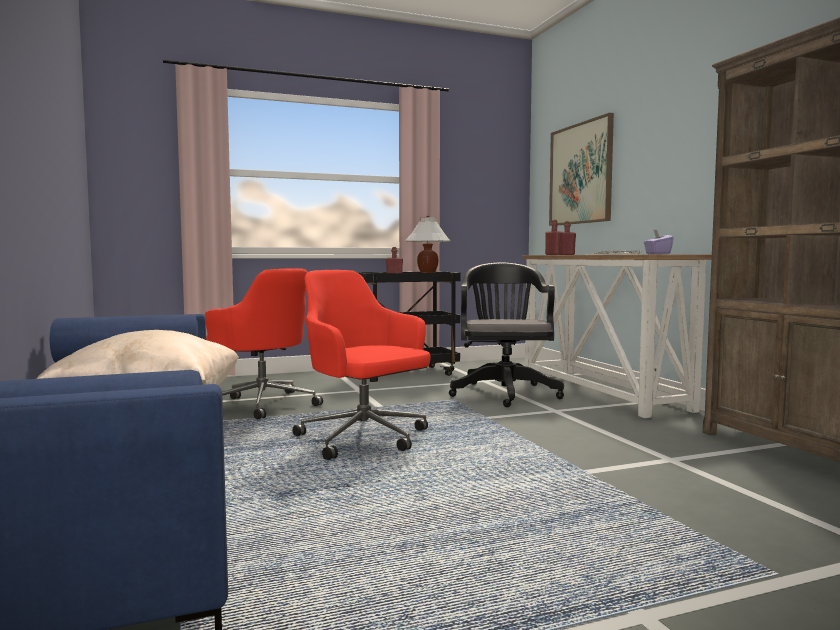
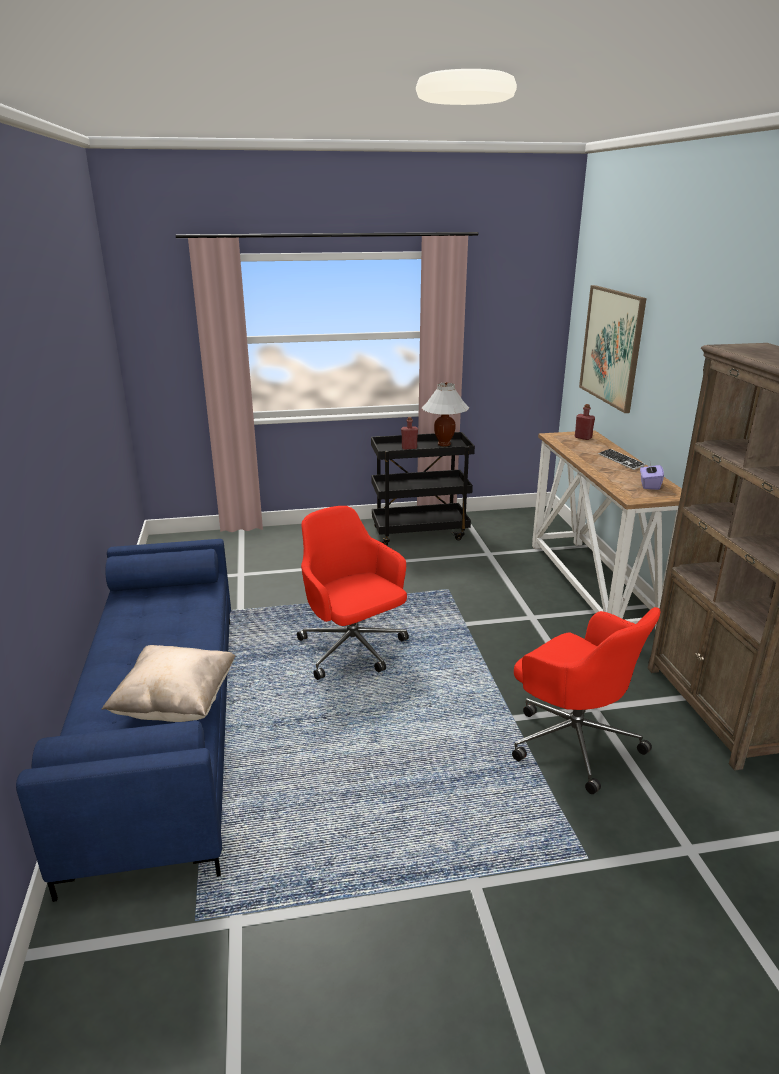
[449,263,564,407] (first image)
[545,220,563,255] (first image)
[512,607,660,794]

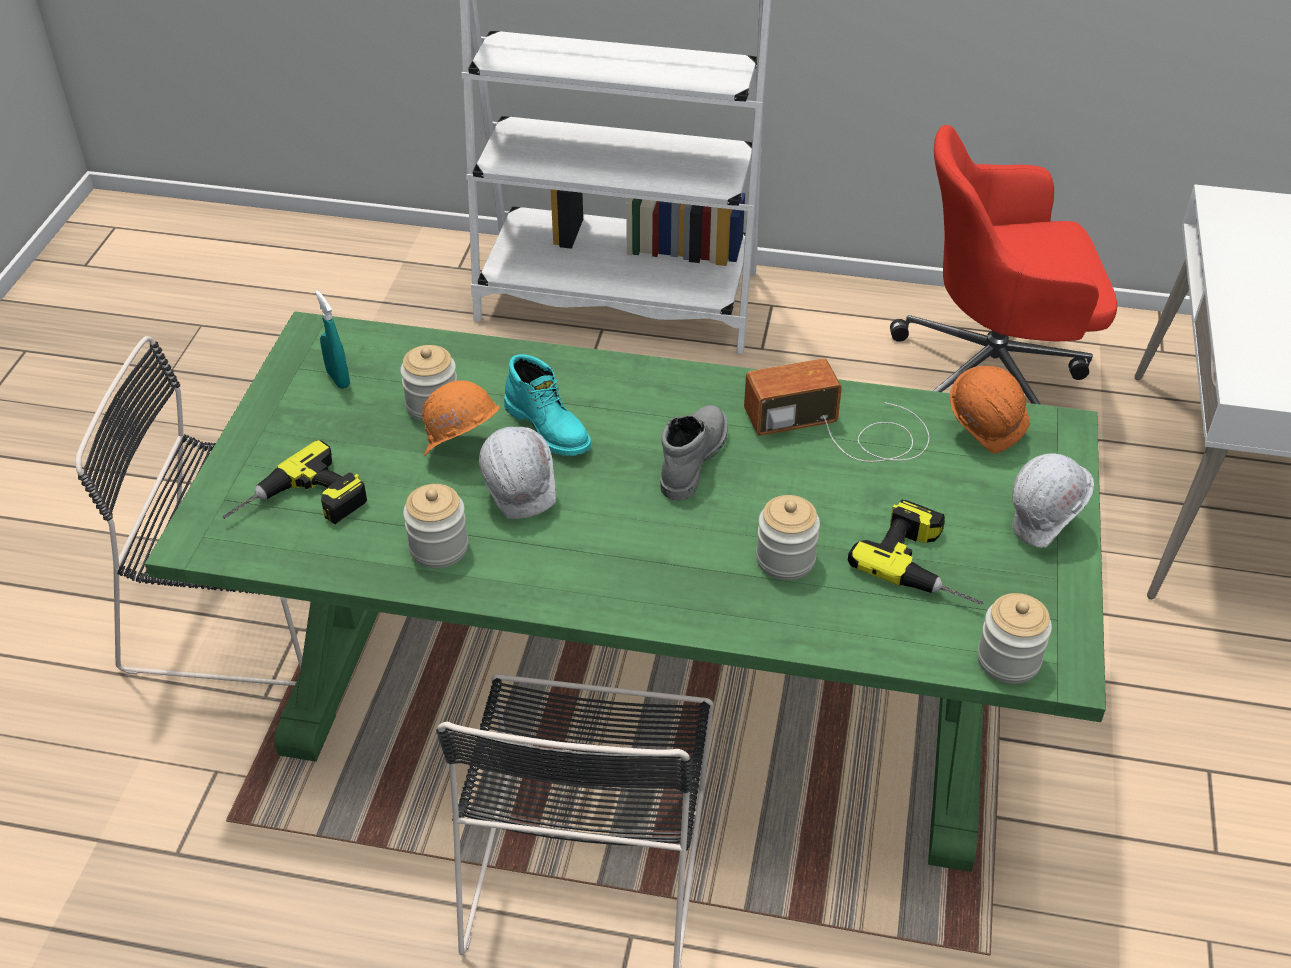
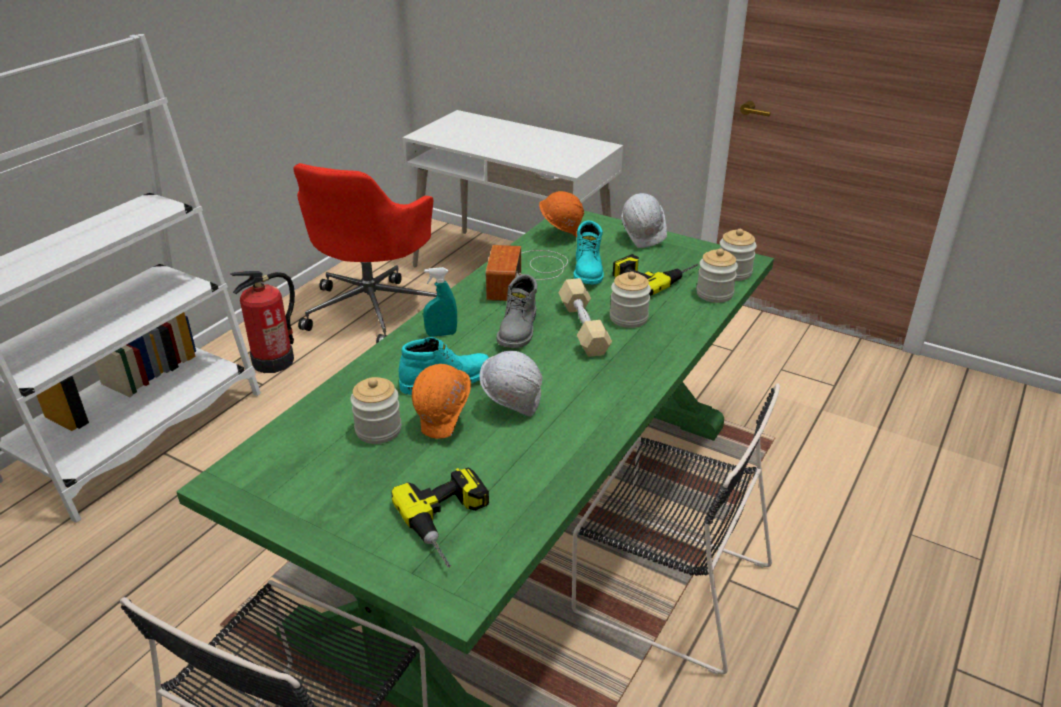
[230,271,295,373]
[558,278,612,357]
[573,220,604,285]
[423,267,457,337]
[696,249,738,303]
[496,274,537,348]

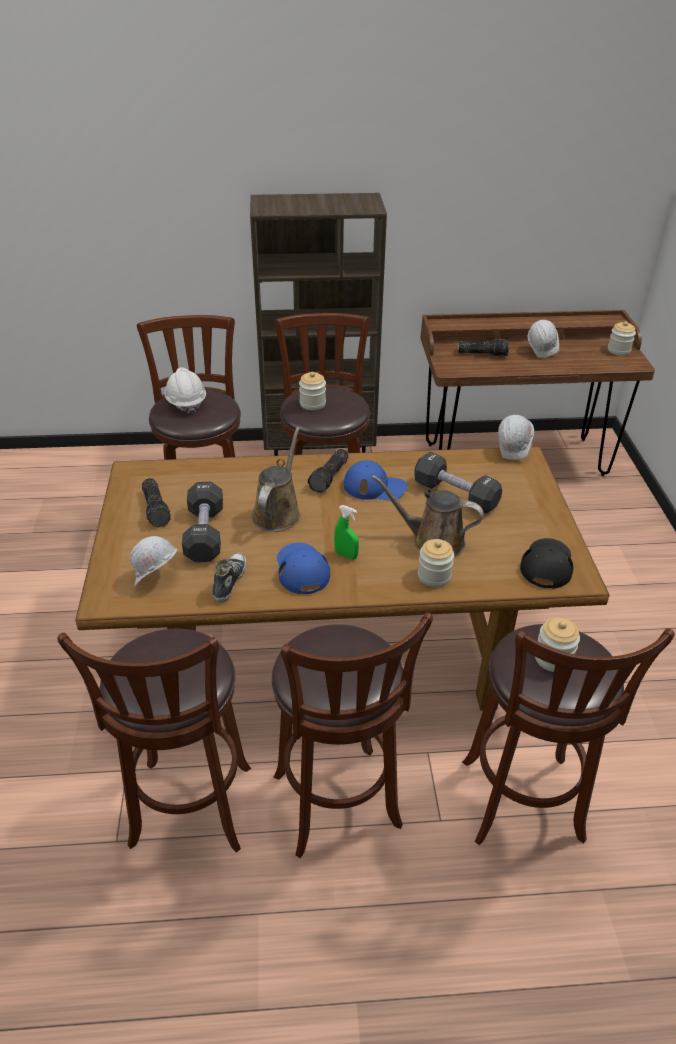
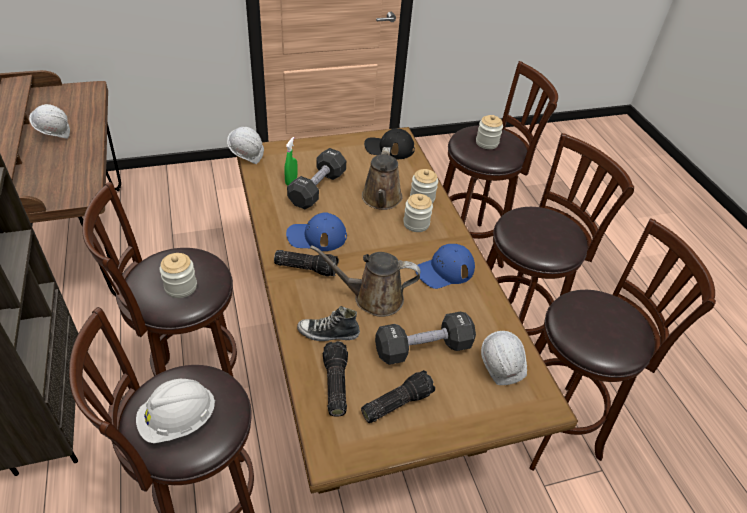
[297,306,360,341]
[284,137,298,186]
[323,341,348,417]
[403,194,433,232]
[286,212,347,251]

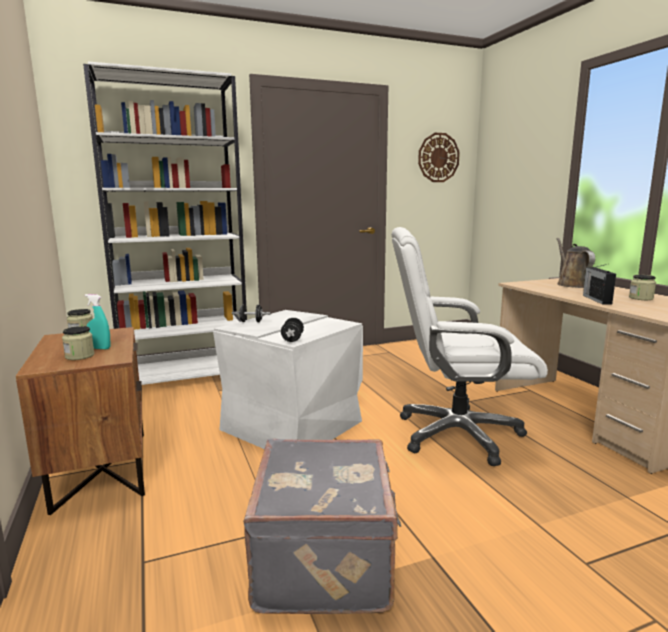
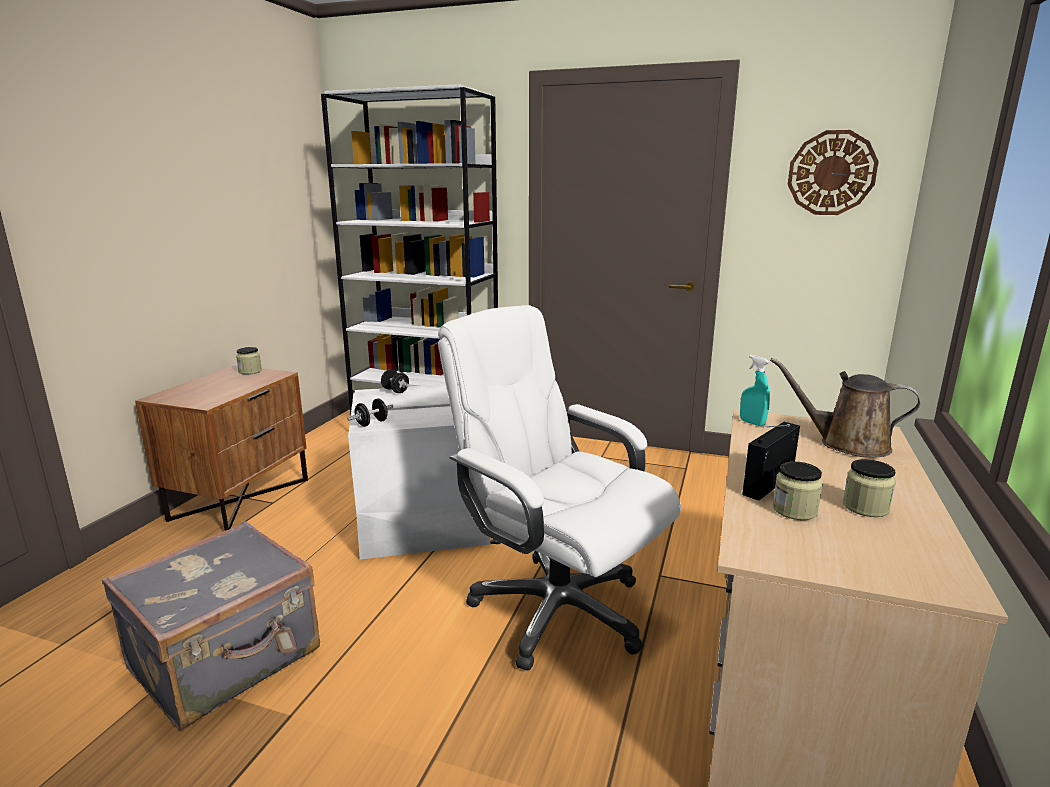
[772,462,823,520]
[740,355,770,427]
[770,358,921,458]

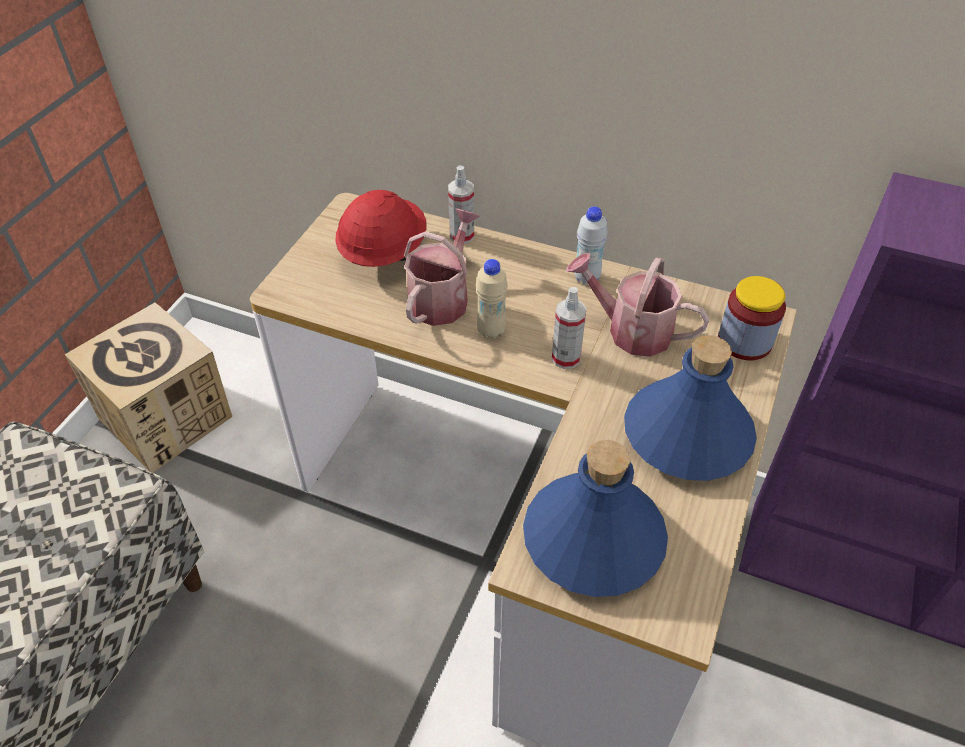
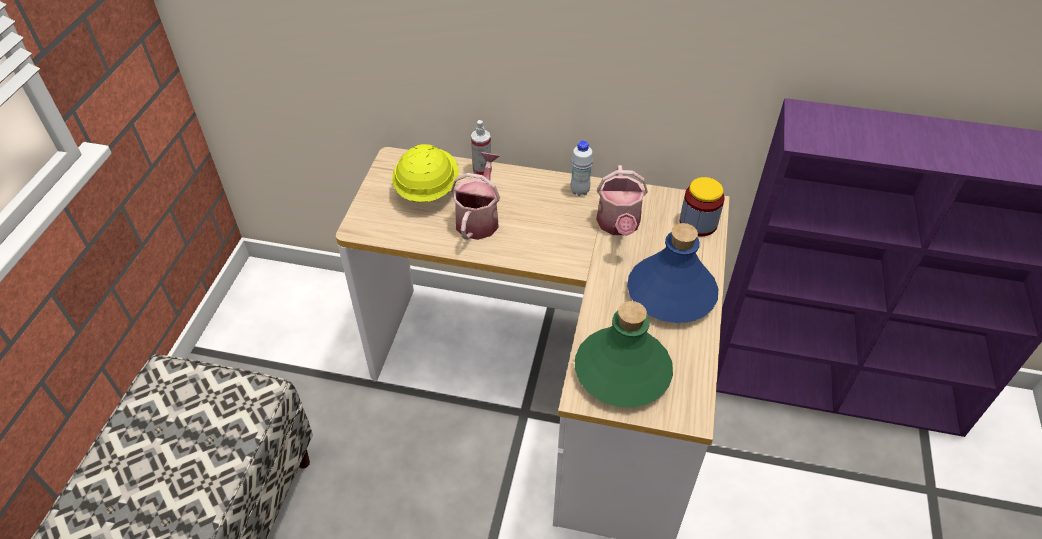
[65,302,232,473] (first image)
[476,259,508,339] (first image)
[552,287,587,369] (first image)
[392,144,459,202]
[575,301,673,408]
[596,165,648,236]

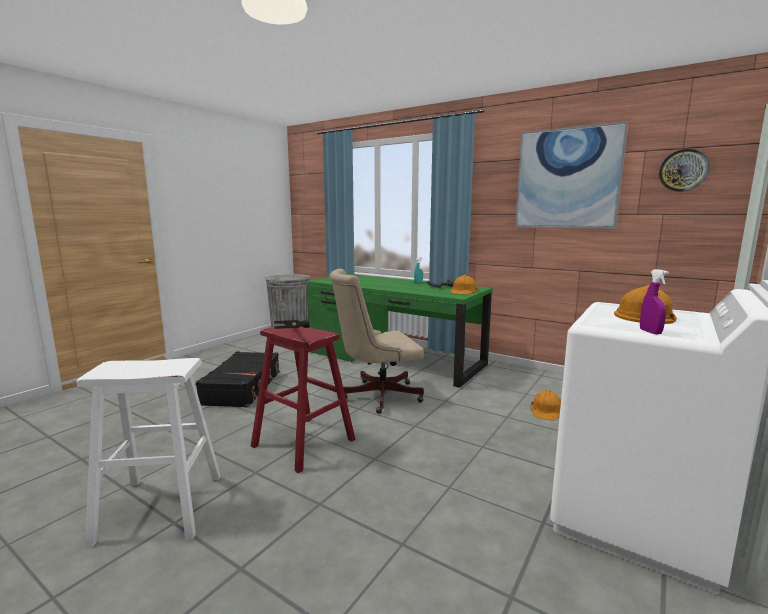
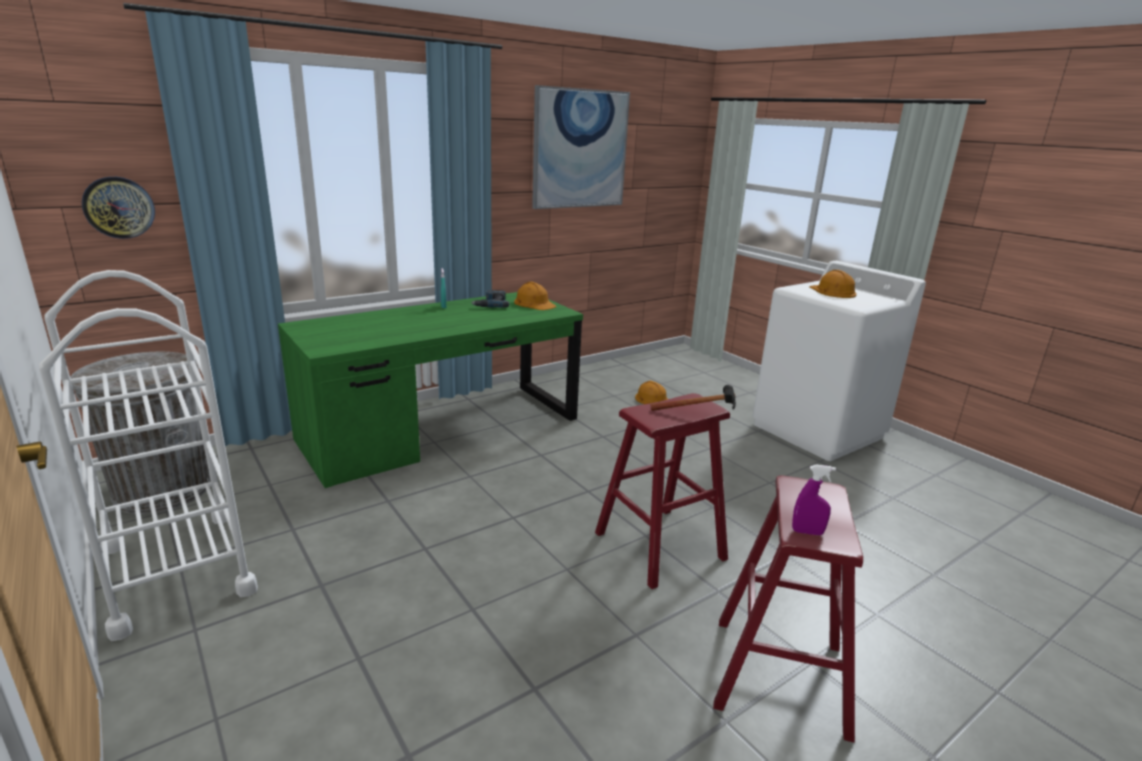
[196,352,281,408] (first image)
[330,269,424,414] (first image)
[39,270,258,641]
[792,465,836,535]
[82,177,155,239]
[713,475,863,743]

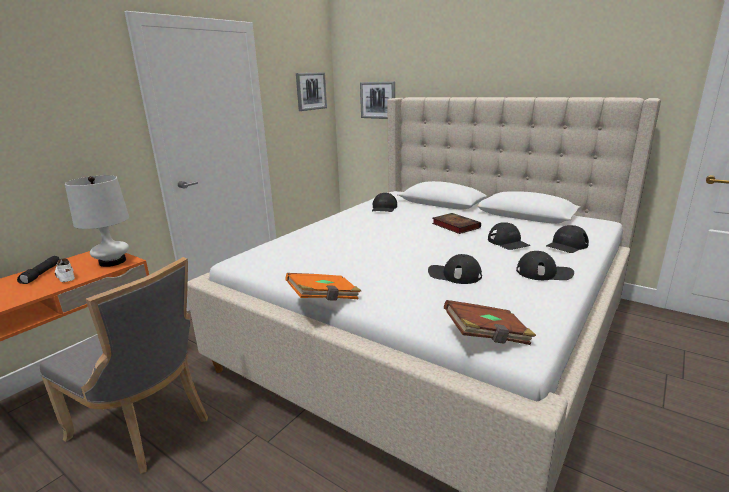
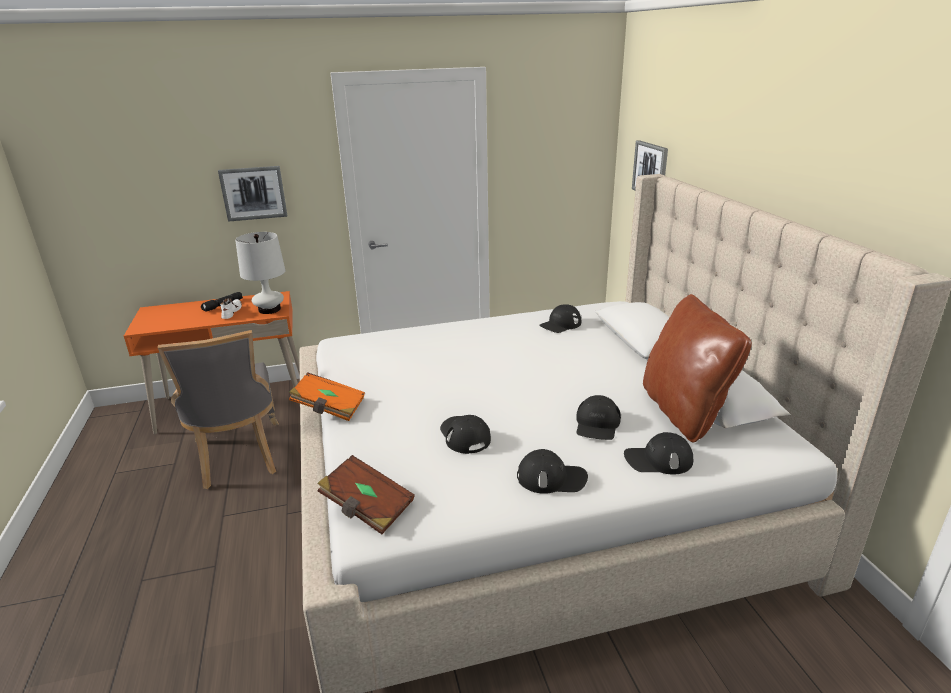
[432,213,481,234] (first image)
[643,294,752,443]
[218,166,287,222]
[517,449,588,494]

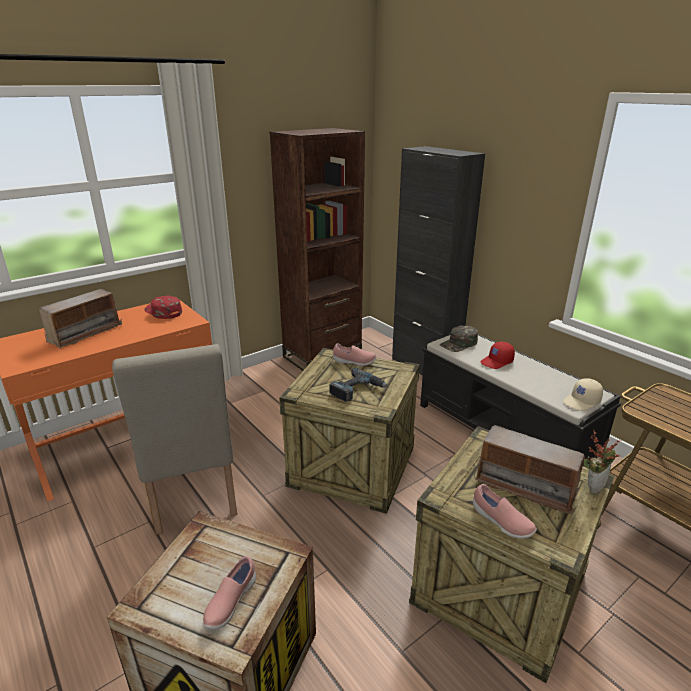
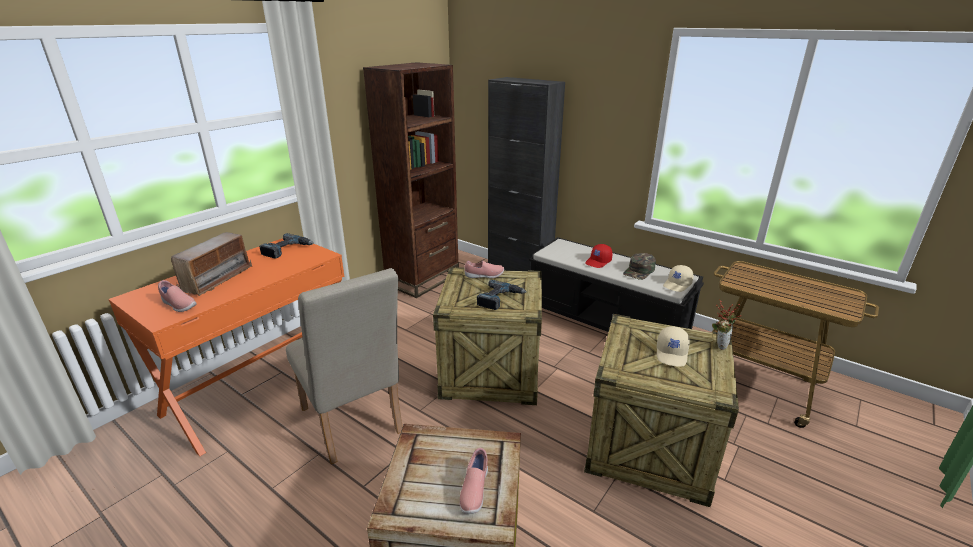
[623,253,656,280]
[158,280,197,312]
[259,233,314,259]
[657,326,690,366]

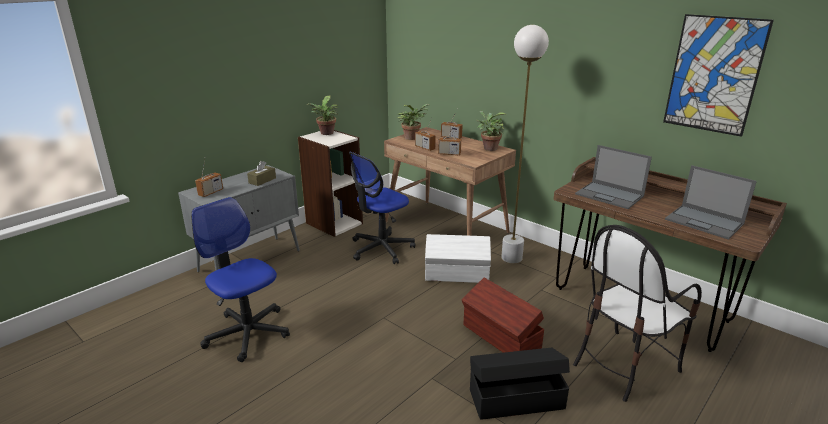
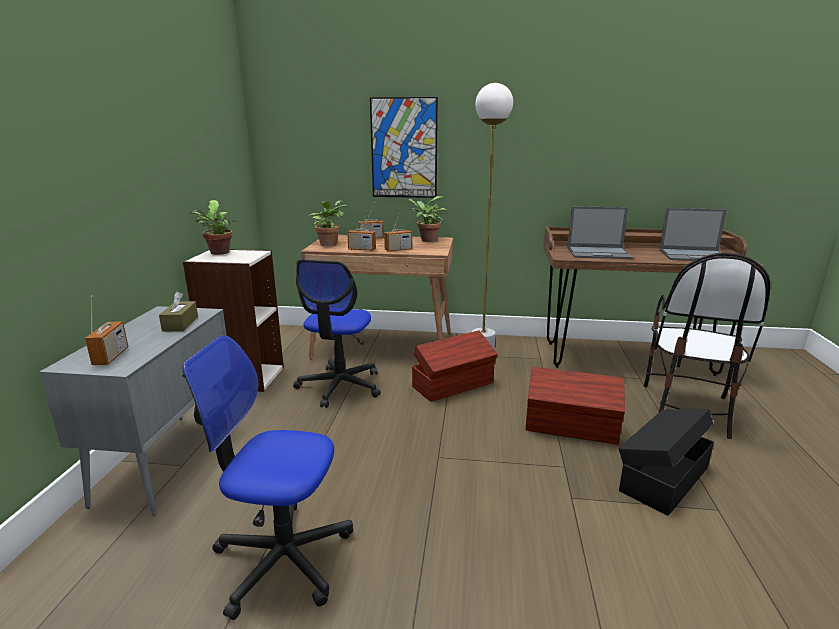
[370,97,438,198]
[412,331,498,402]

